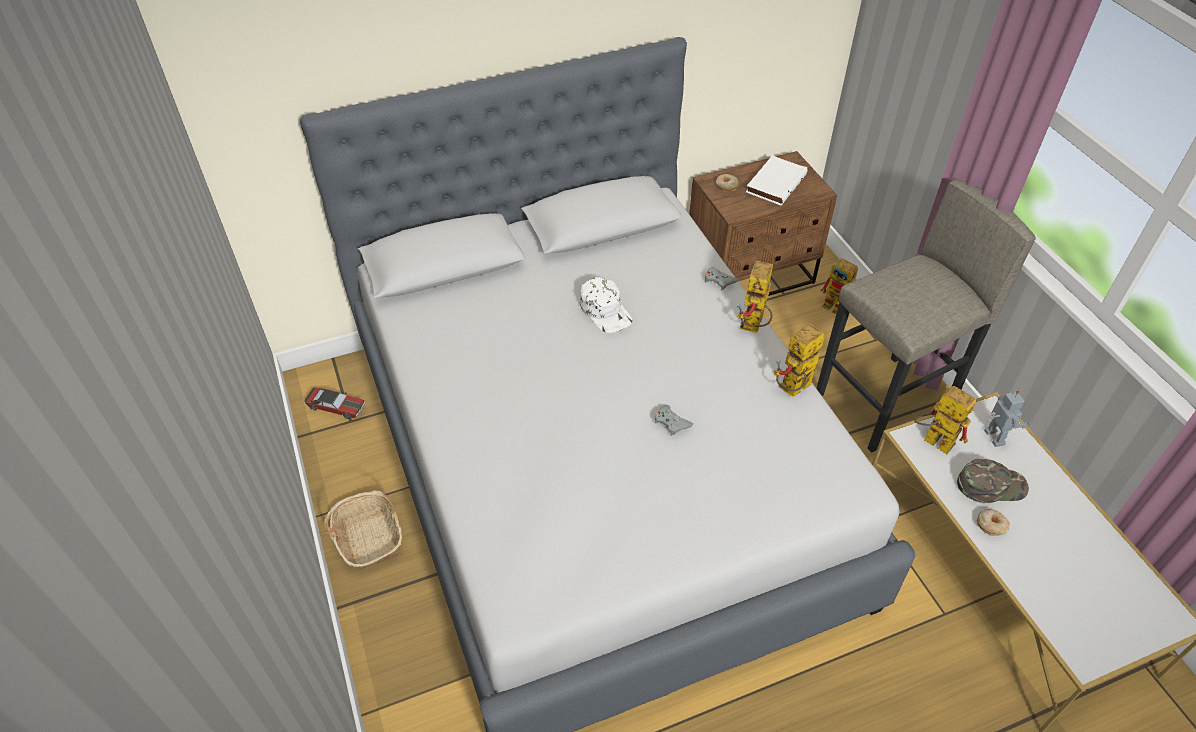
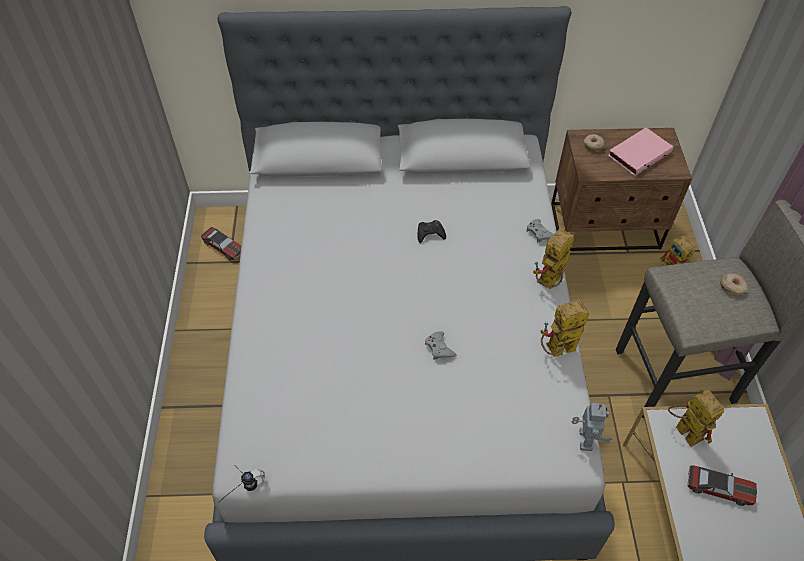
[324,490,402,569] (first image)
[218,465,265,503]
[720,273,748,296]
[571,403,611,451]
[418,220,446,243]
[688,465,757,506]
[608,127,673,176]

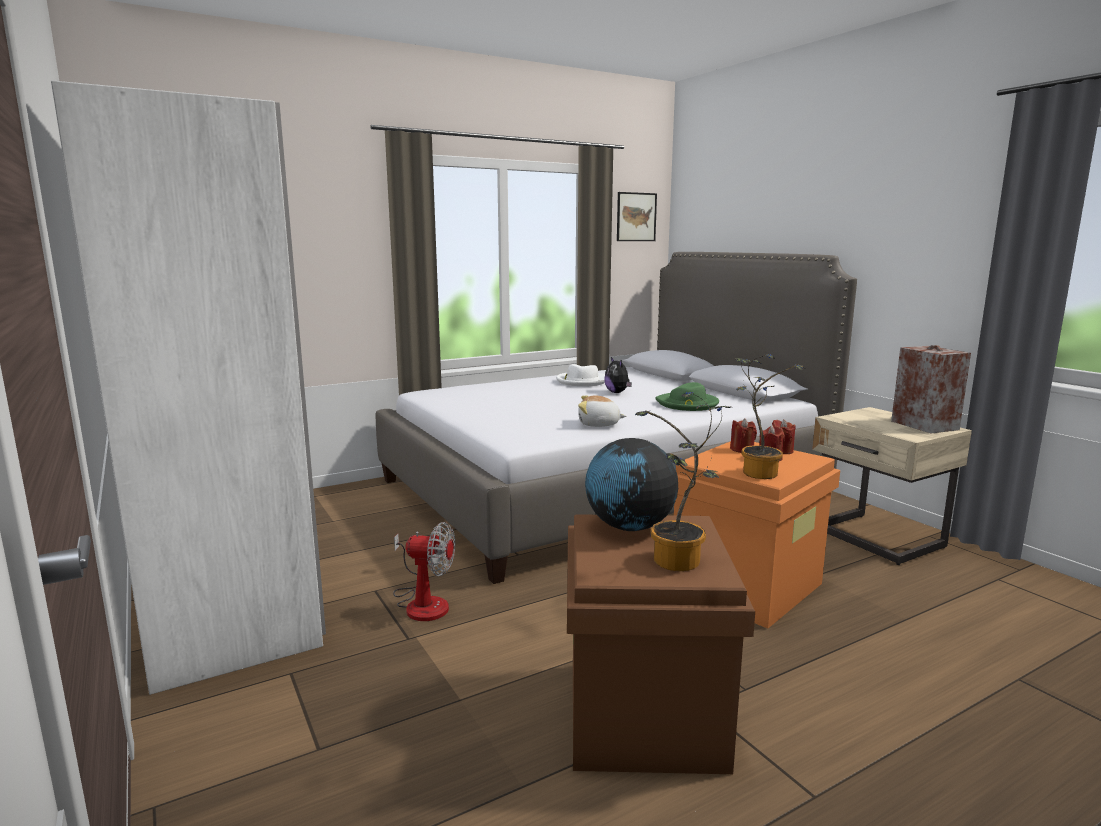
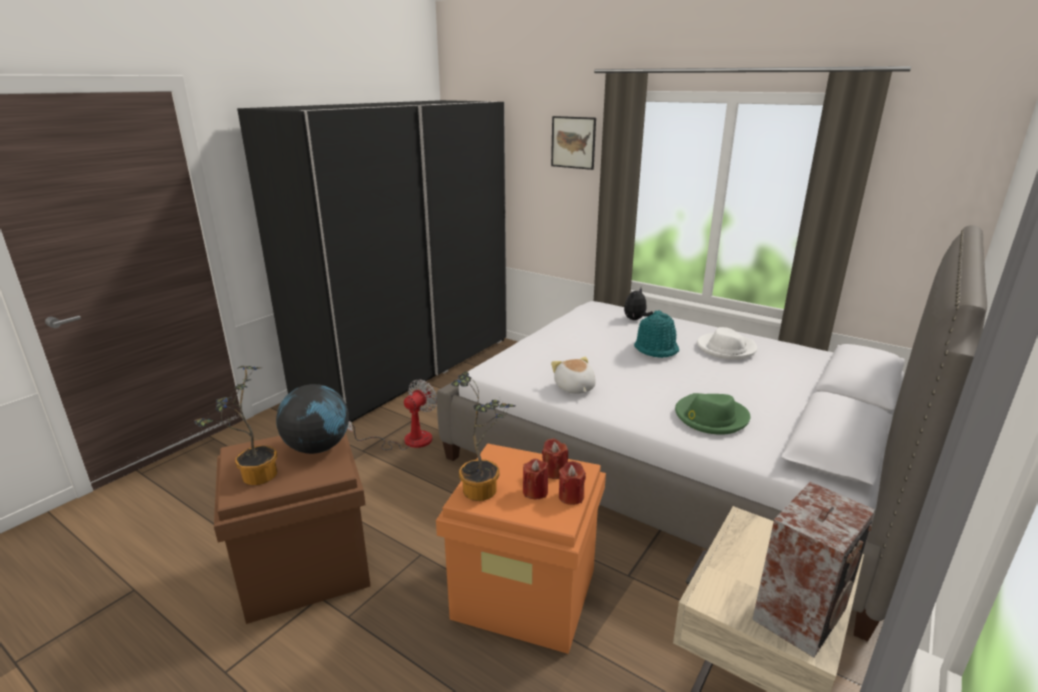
[634,310,679,358]
[624,288,653,320]
[551,116,596,170]
[237,100,507,422]
[347,379,437,450]

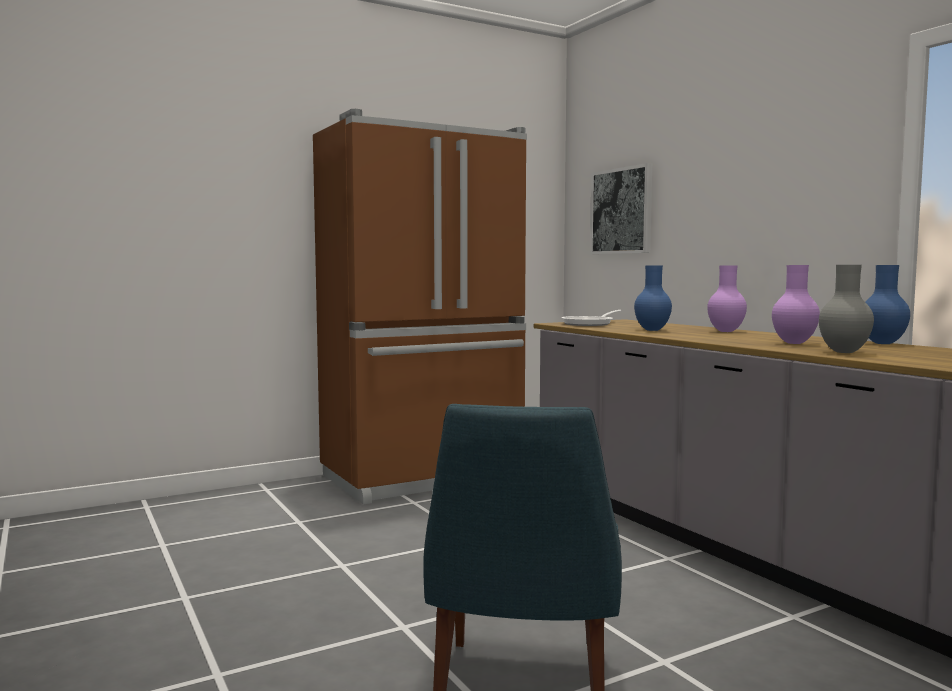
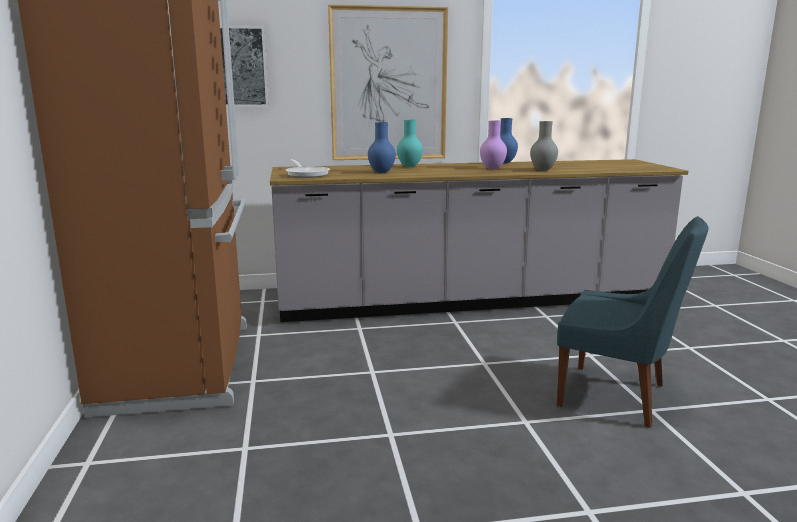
[328,4,448,160]
[397,120,423,167]

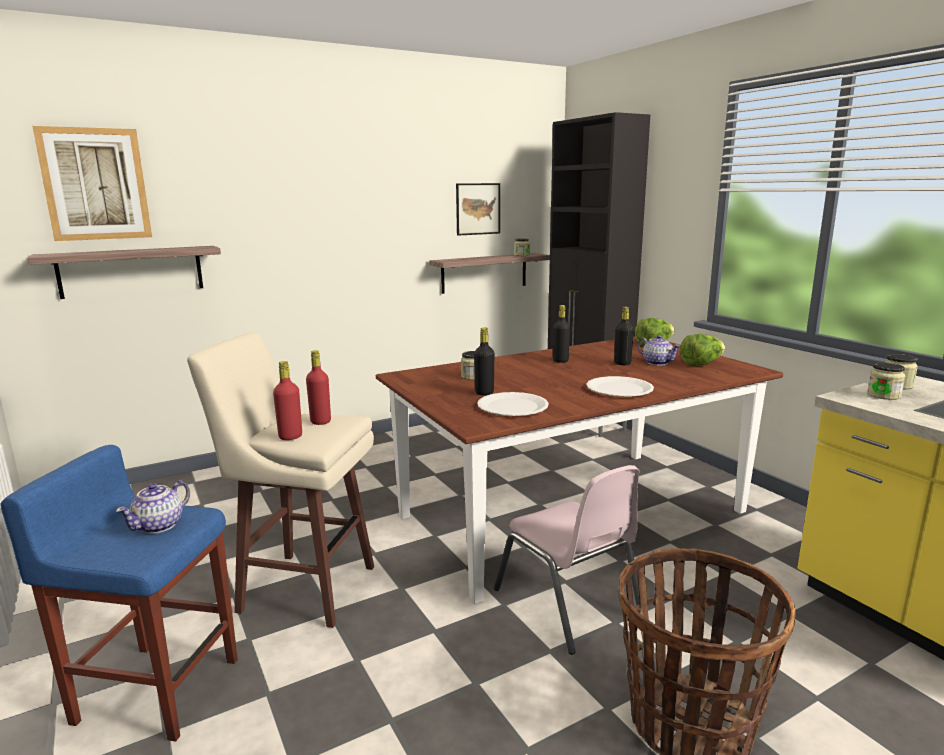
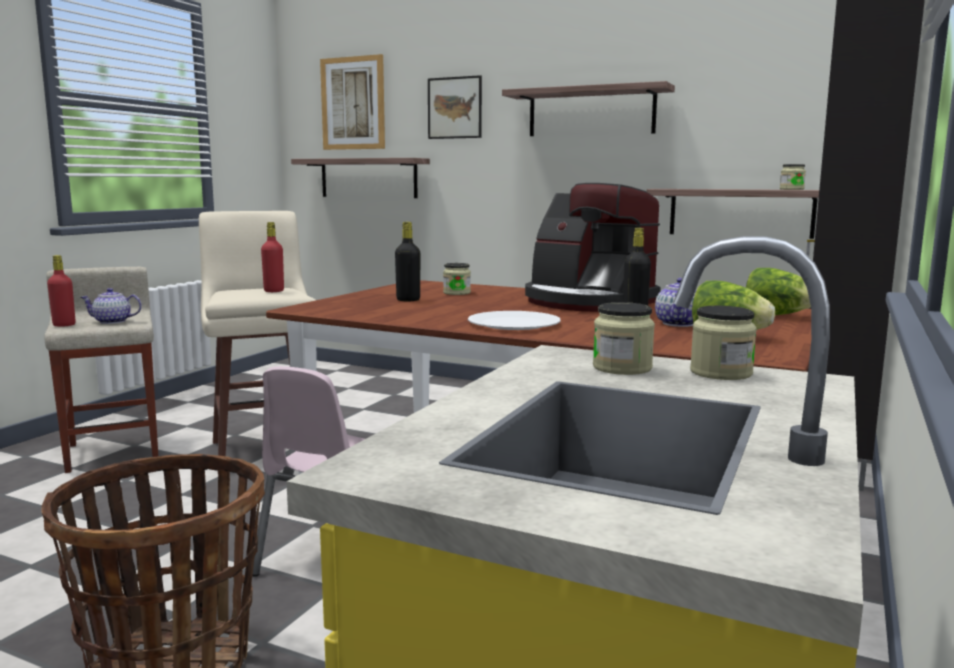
[477,392,549,416] (first image)
[502,81,675,136]
[47,255,76,327]
[428,75,482,139]
[525,183,661,312]
[45,267,158,473]

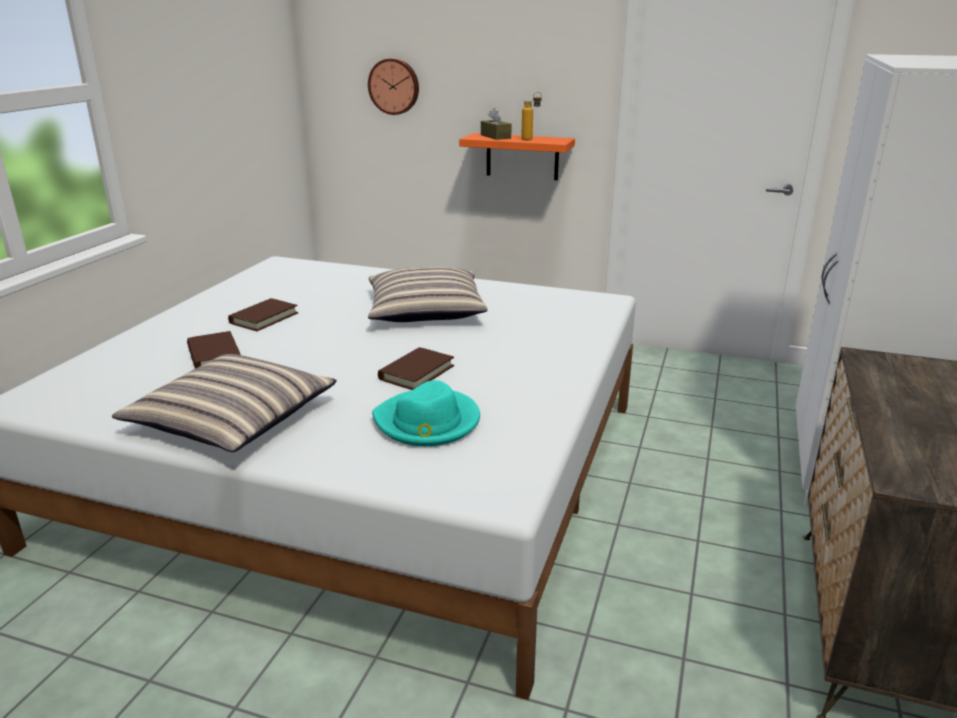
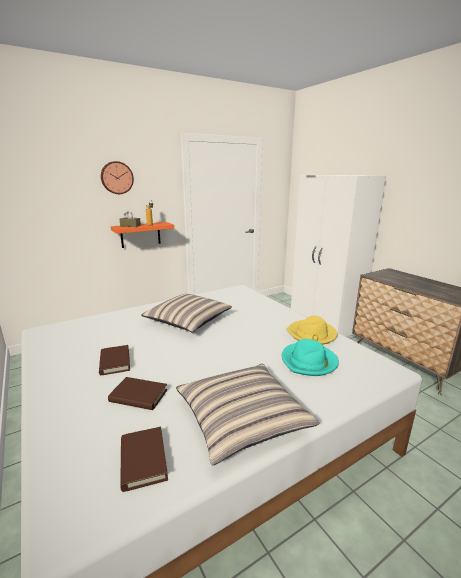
[286,315,338,345]
[101,161,134,194]
[120,427,168,492]

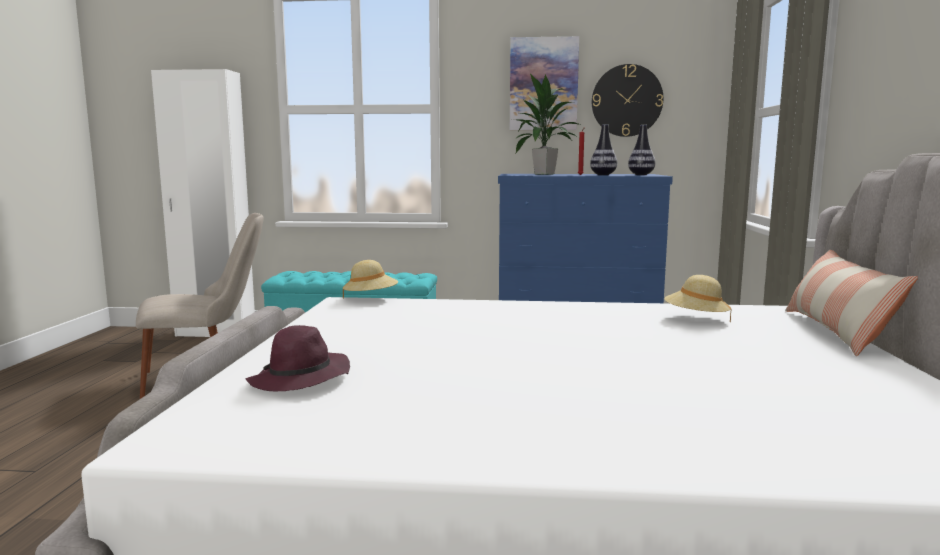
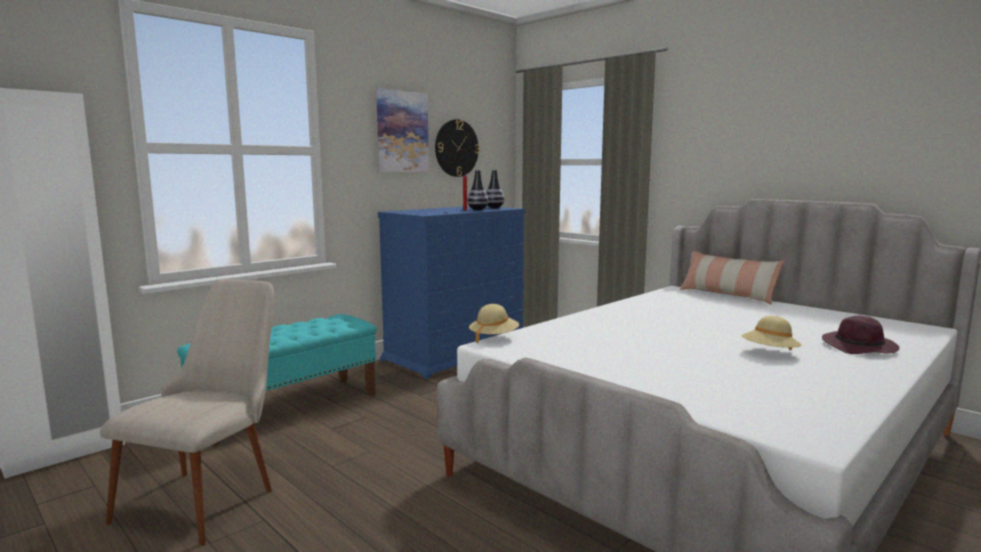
[515,74,580,175] (first image)
[822,316,900,354]
[741,316,801,350]

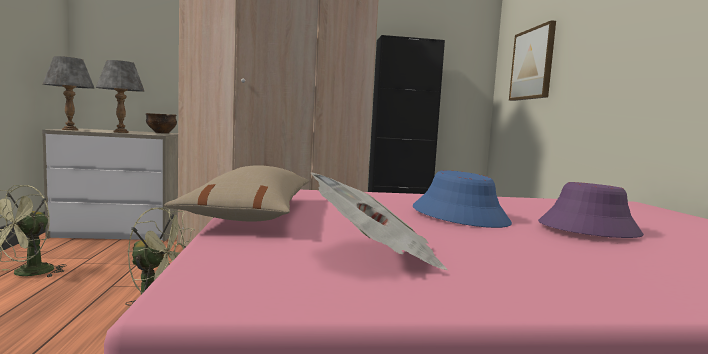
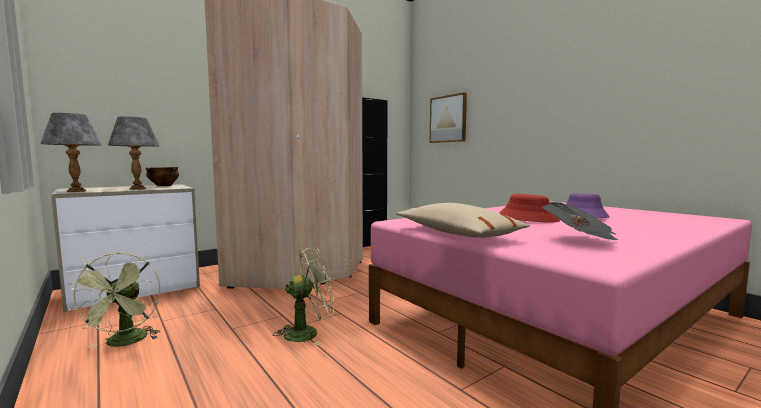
[499,194,560,222]

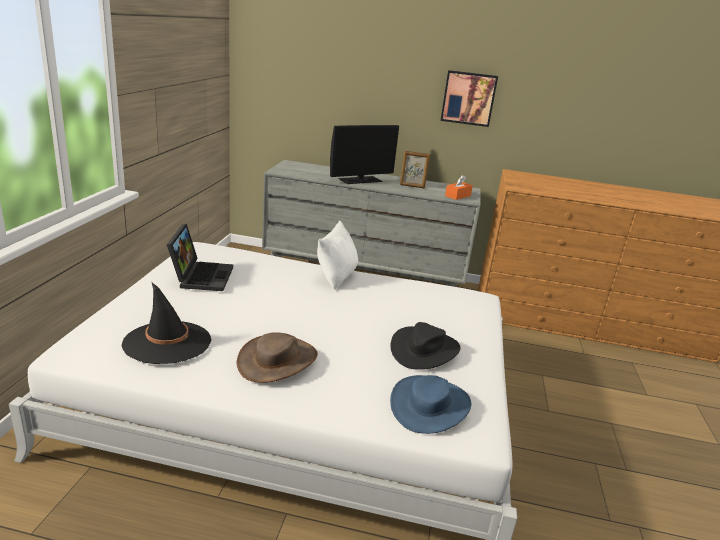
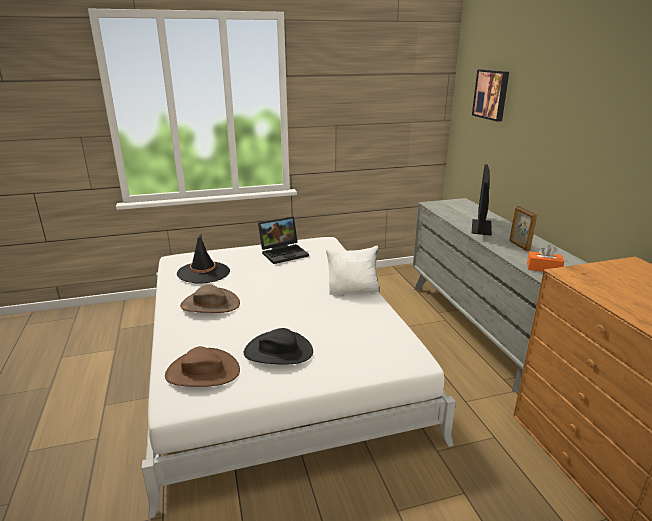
[472,69,509,122]
[165,346,240,387]
[471,164,492,236]

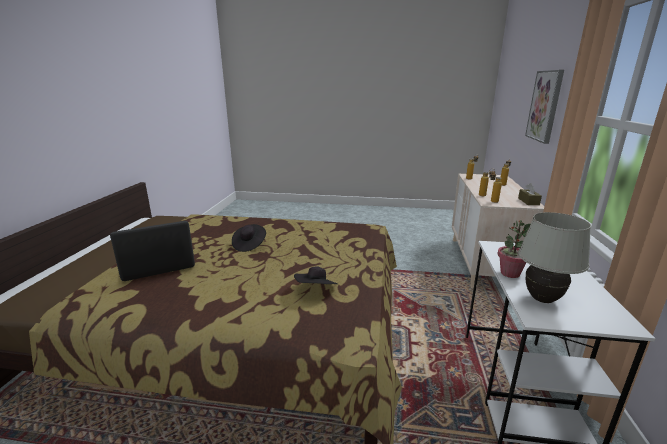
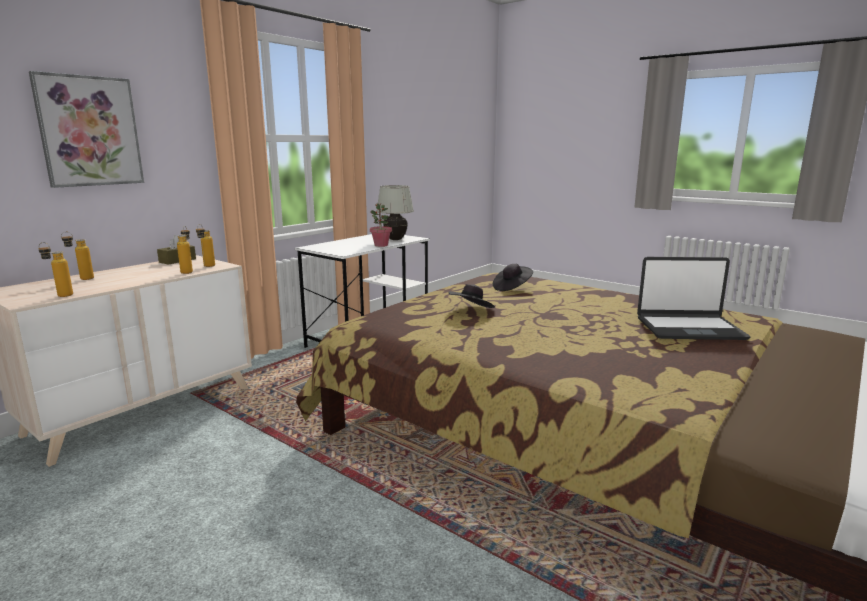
[449,284,495,308]

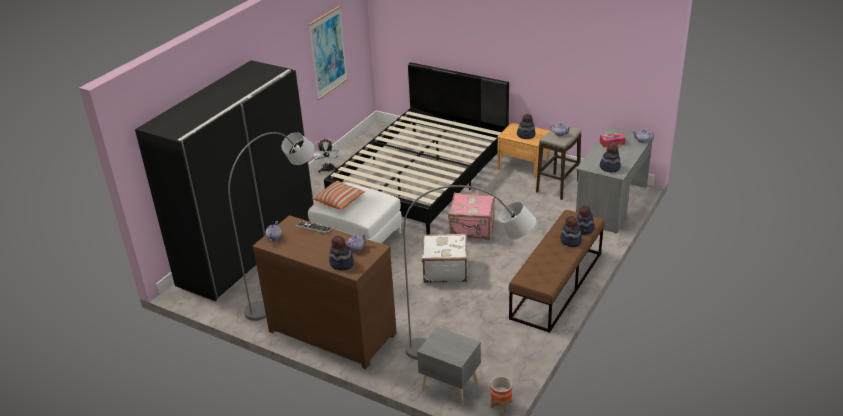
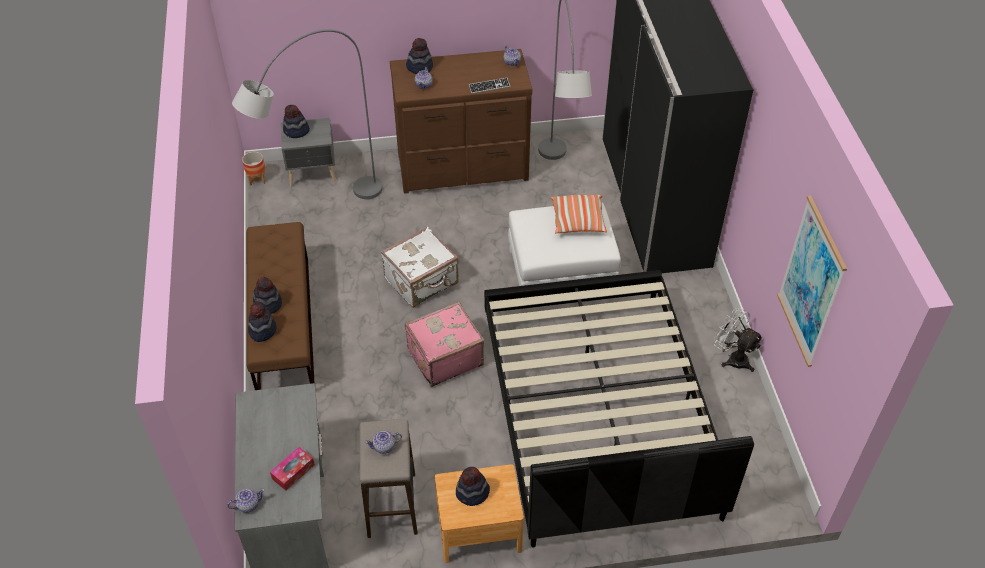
[283,105,310,138]

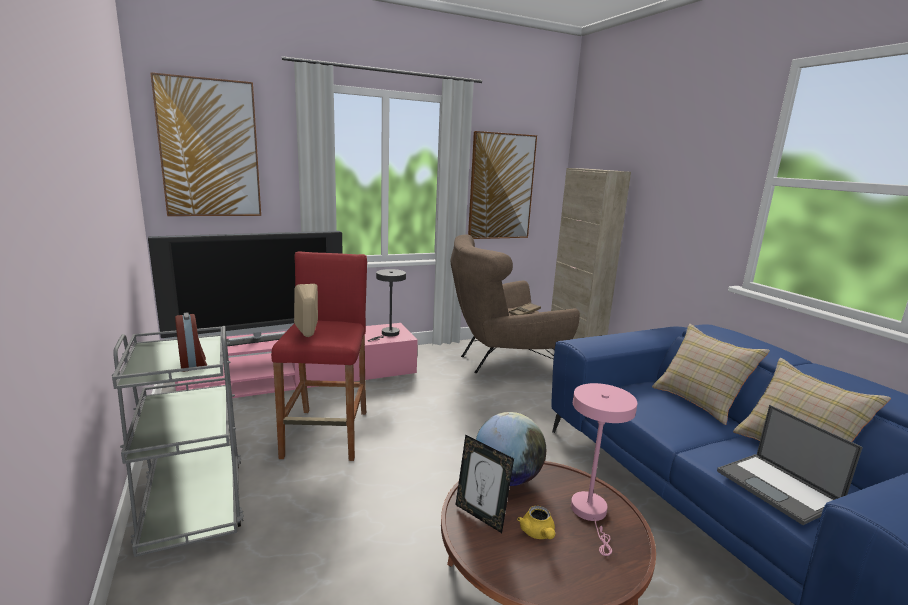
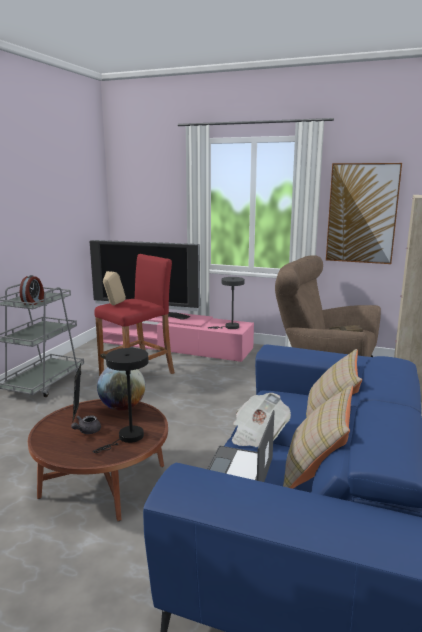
[150,72,261,216] (first image)
[232,393,291,447]
[71,415,101,434]
[93,348,149,453]

